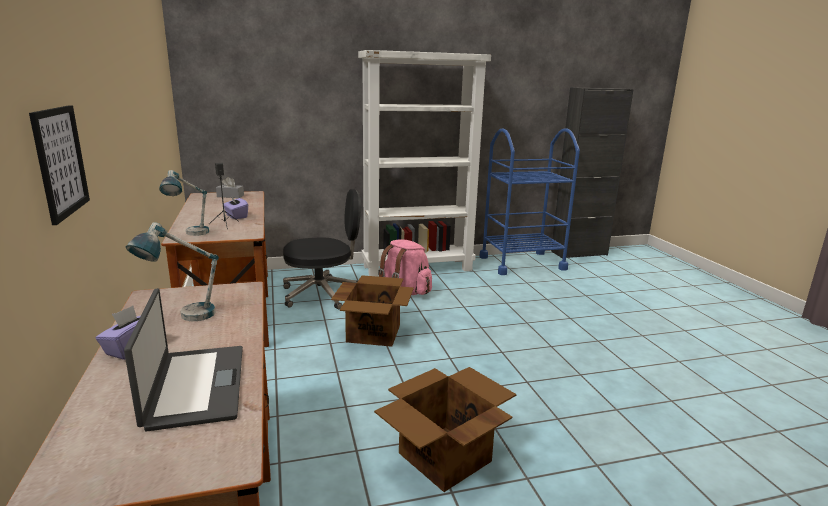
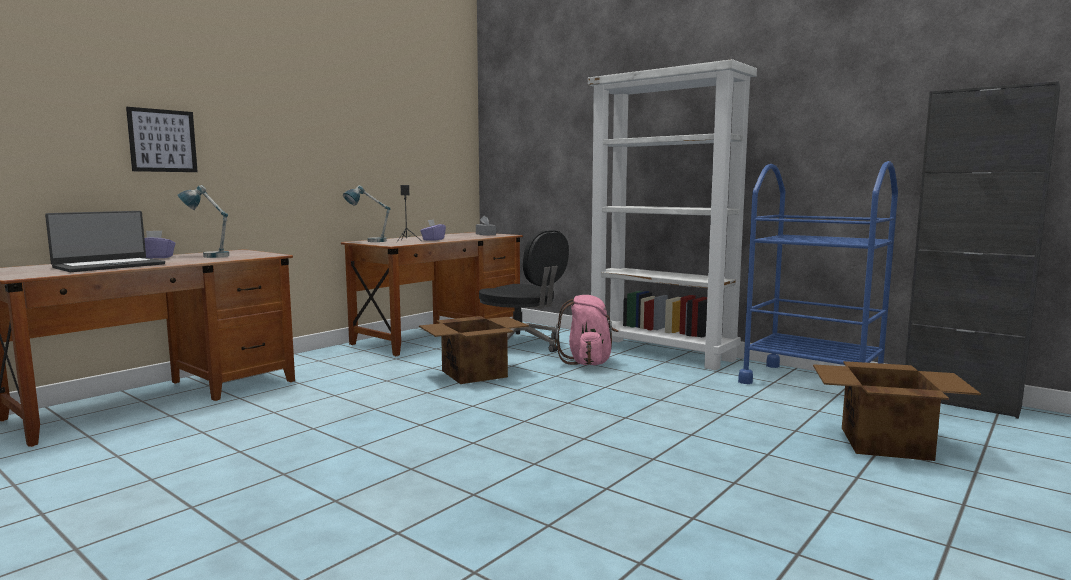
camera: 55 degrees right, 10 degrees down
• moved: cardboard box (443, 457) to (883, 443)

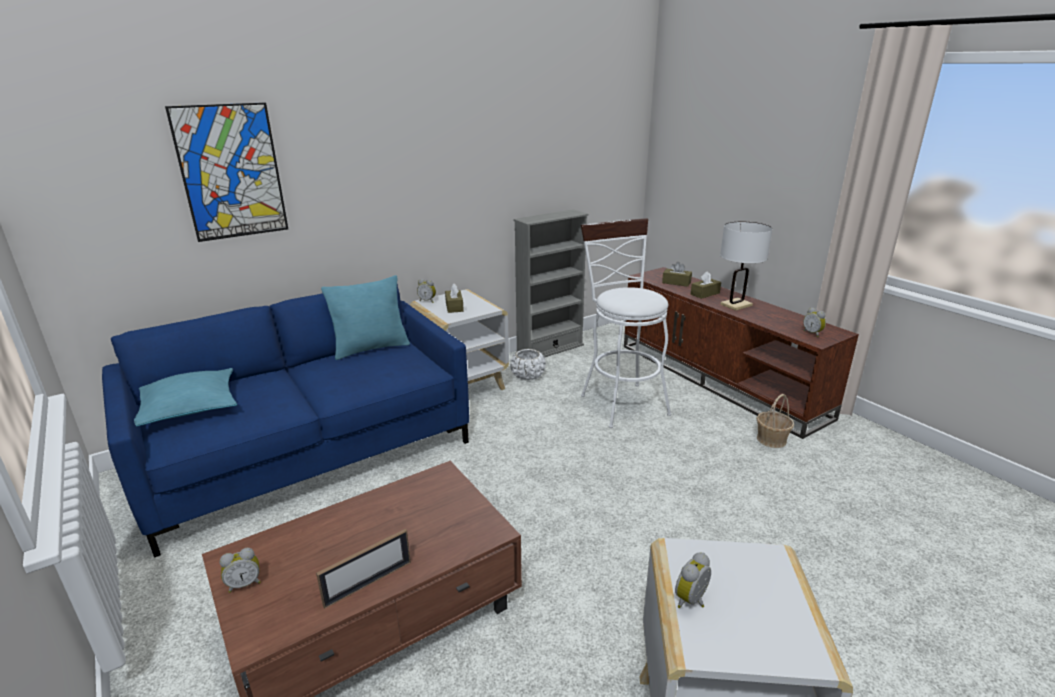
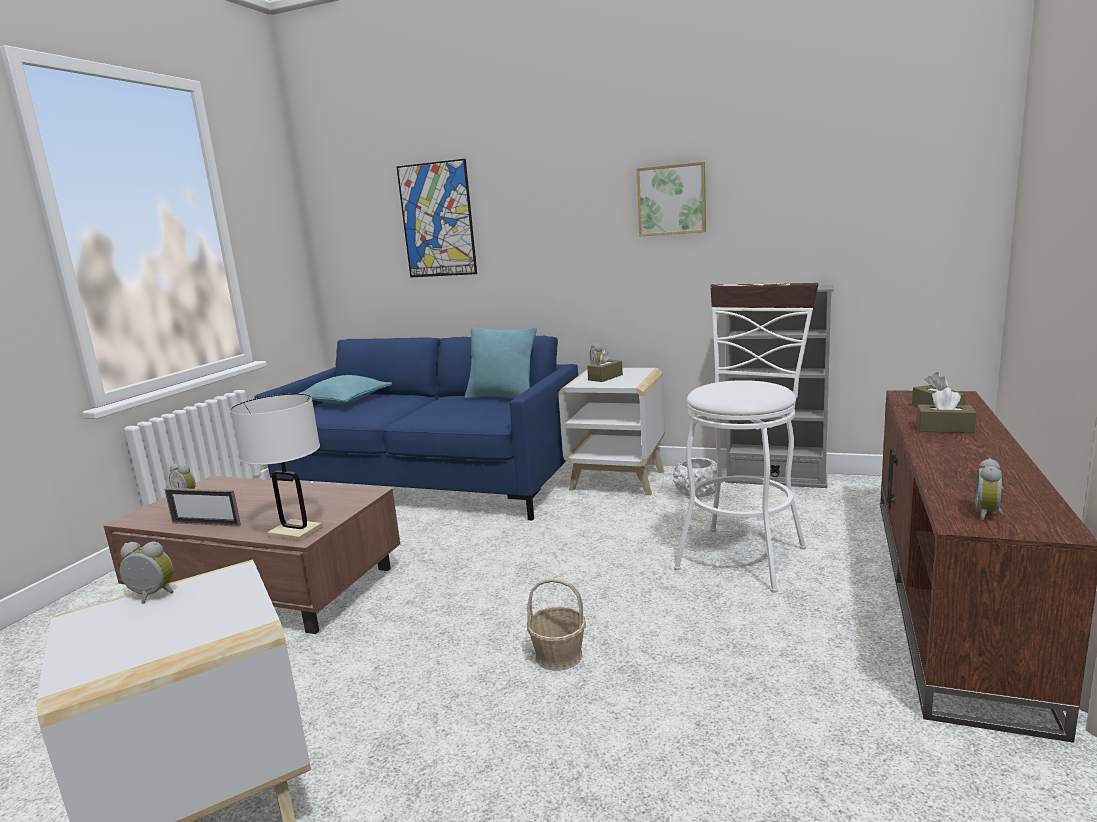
camera: 55 degrees right, 10 degrees down
• moved: white table lamp (736, 305) to (295, 532)
• moved: basket (771, 440) to (558, 655)
• added: picture (672, 200)

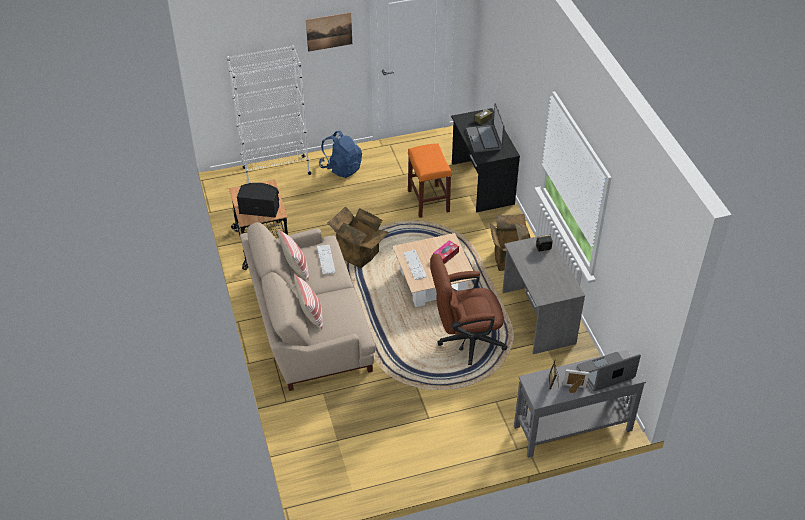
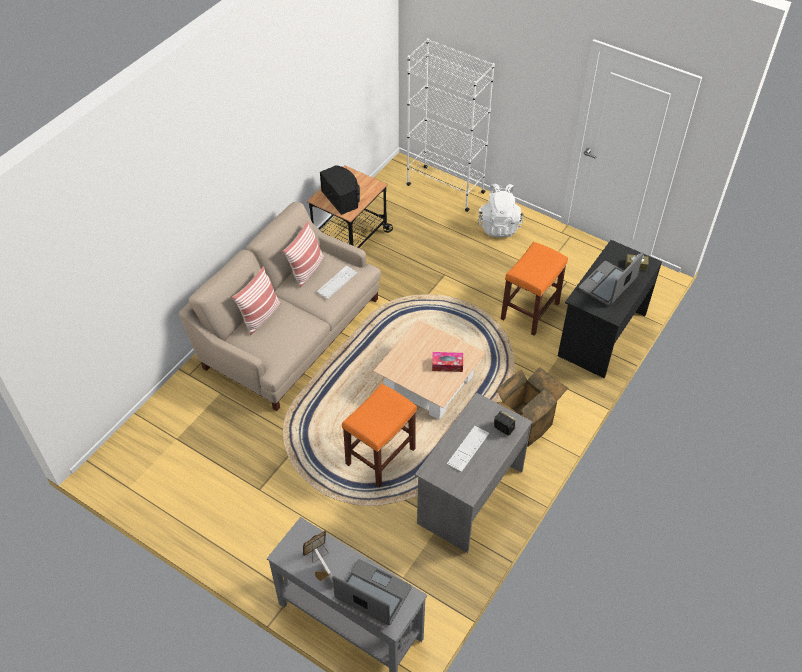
camera: 50 degrees right, 5 degrees up
• removed: picture (329, 31)
• recoloured: blue backpack (341, 168) to white backpack (499, 225)
• removed: cardboard box (360, 252)
• moved: keyboard (415, 265) to (468, 449)
• replaced: brown office chair (465, 340) to orange stool (380, 455)

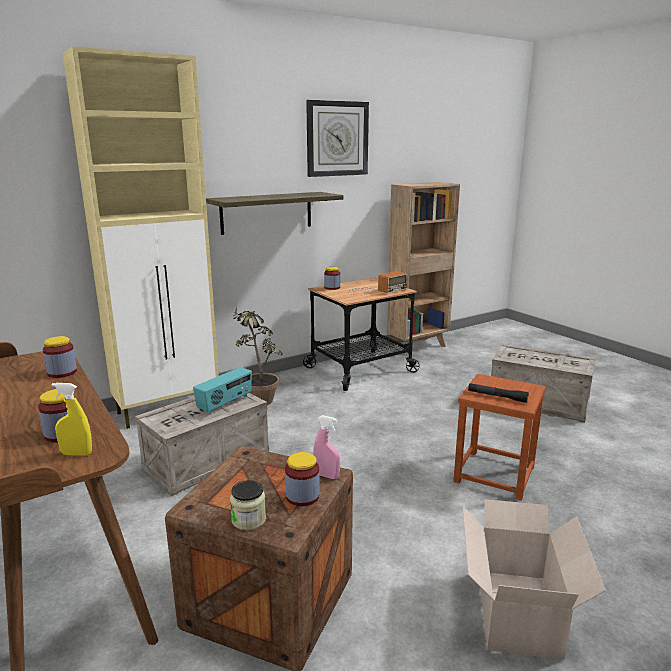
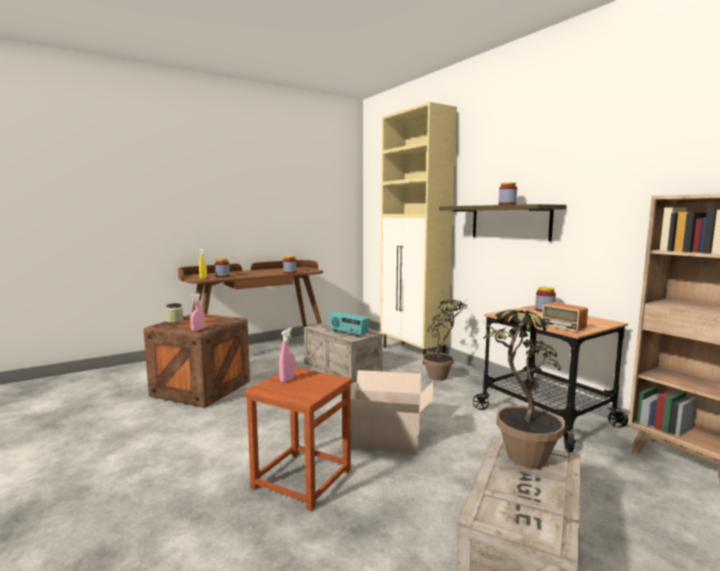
camera: 90 degrees right, 10 degrees down
• removed: wall clock (337, 139)
• replaced: black flashlight (497, 397) to pink spray bottle (287, 379)
• moved: jar (302, 496) to (507, 205)
• moved: cardboard box (517, 609) to (387, 438)
• added: potted plant (519, 462)

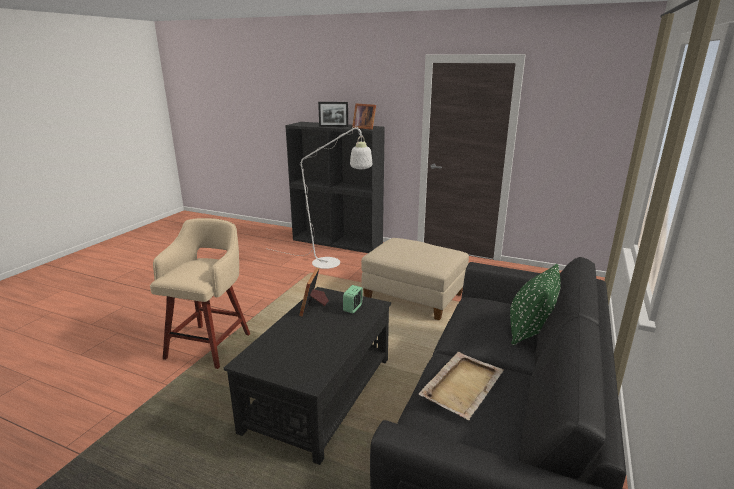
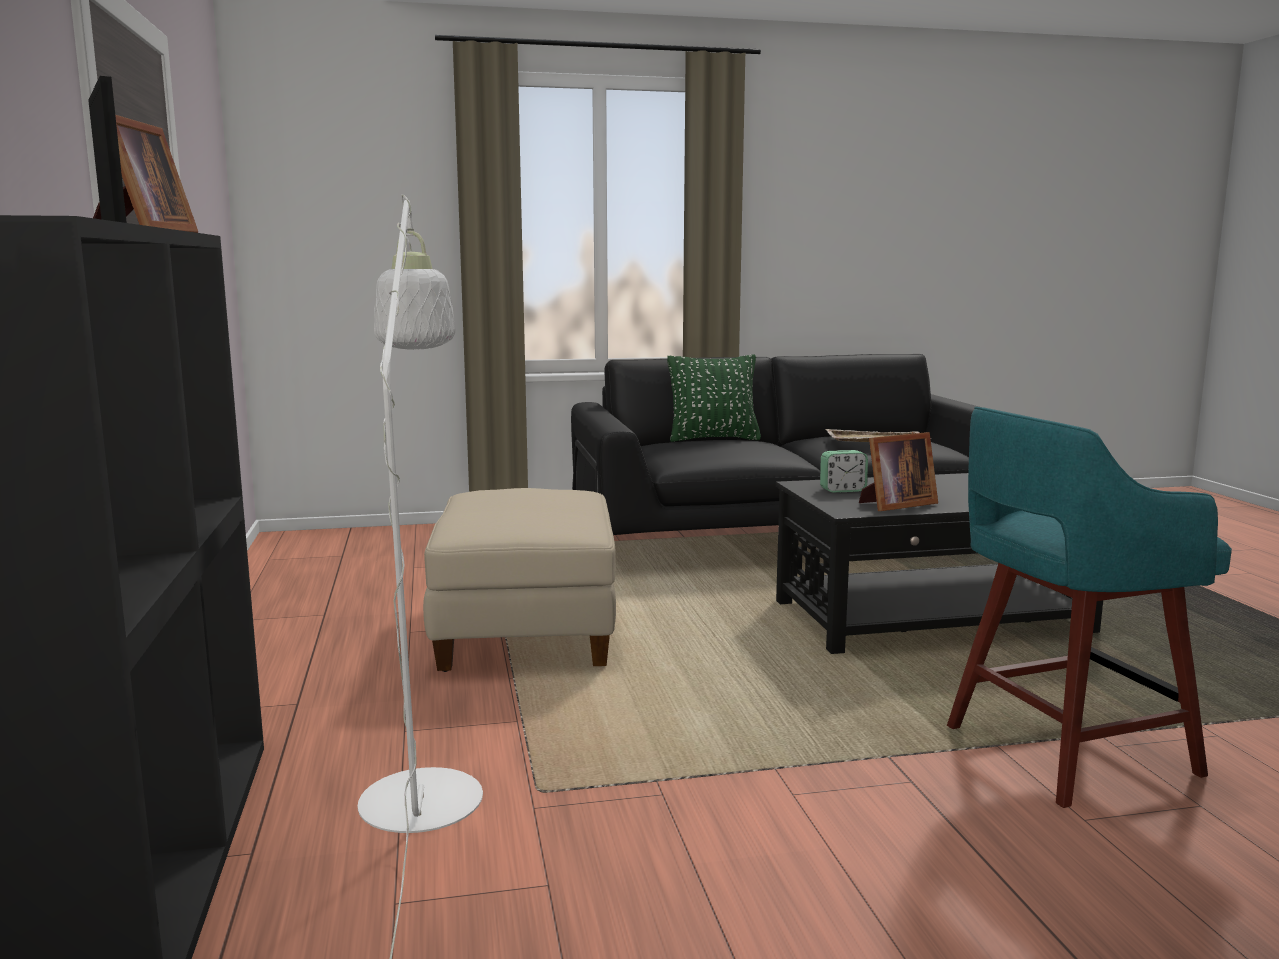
camera: 125 degrees left, 10 degrees down
• recoloured: beige stool (210, 344) to turquoise stool (1063, 751)

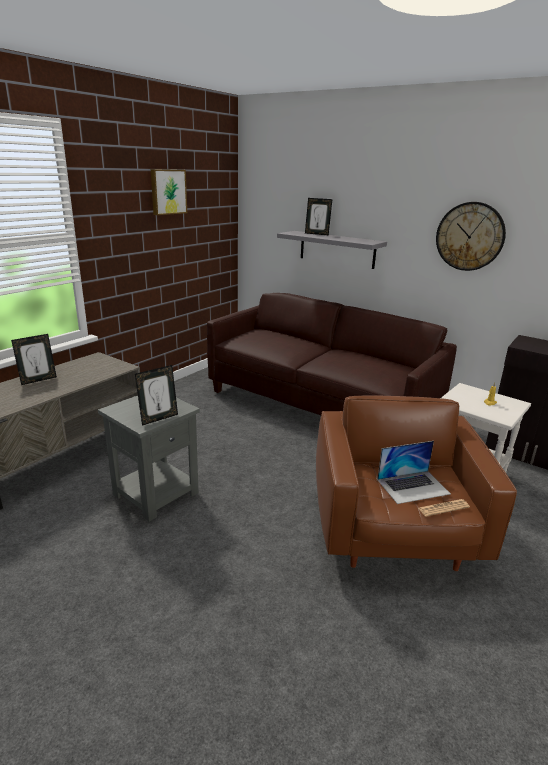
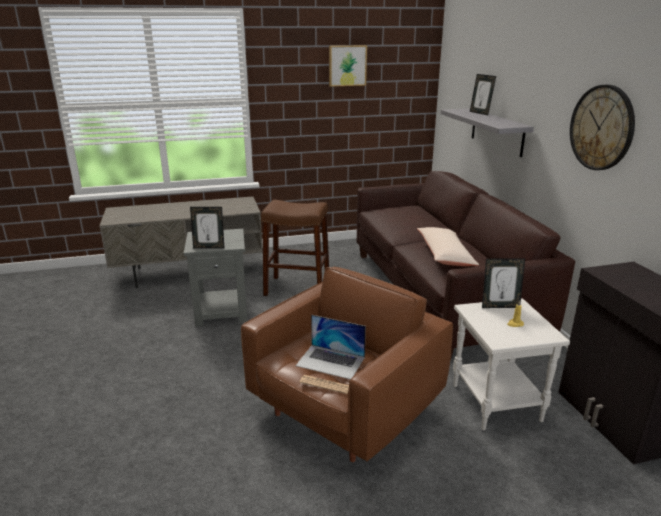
camera: 40 degrees right, 0 degrees up
• moved: picture frame (38, 380) to (499, 306)
• added: brown stool (297, 288)
• added: beige pillow (445, 255)

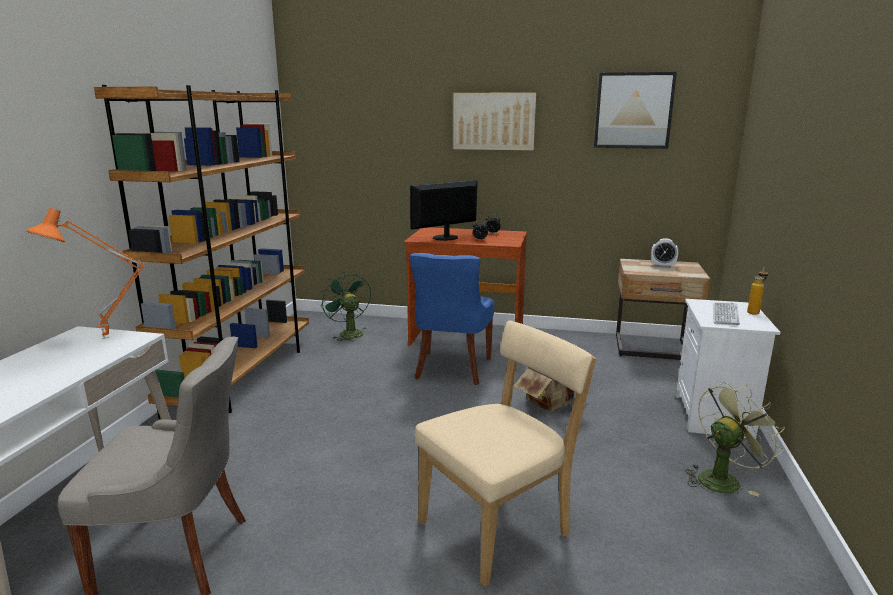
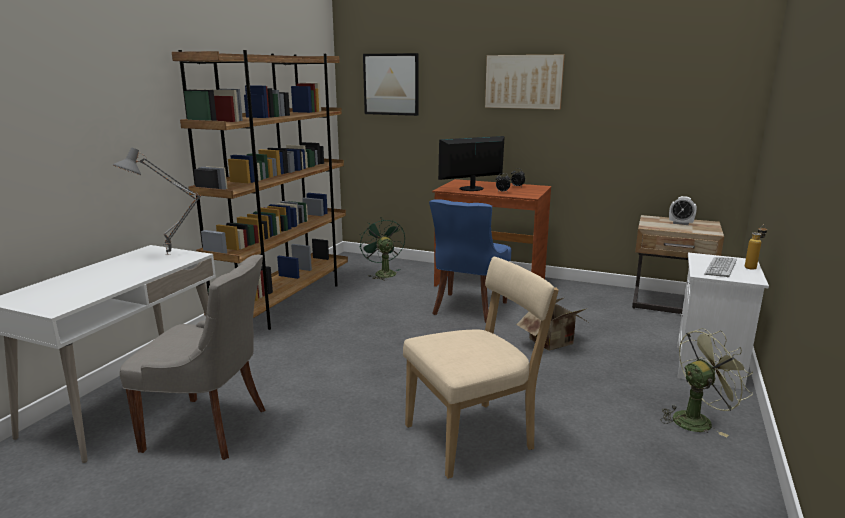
camera: 10 degrees right, 0 degrees up
• moved: picture (633, 110) to (391, 84)
• recoloured: orange table lamp (105, 339) to grey table lamp (168, 255)

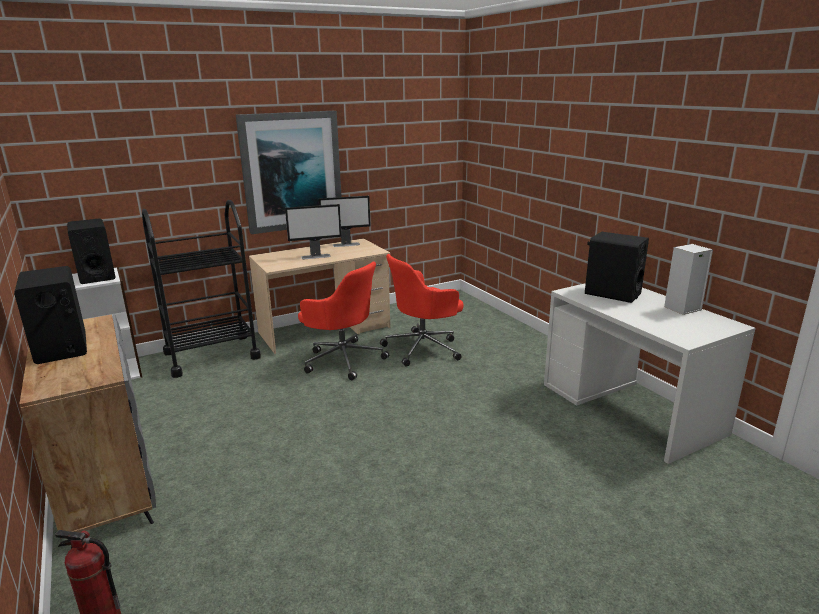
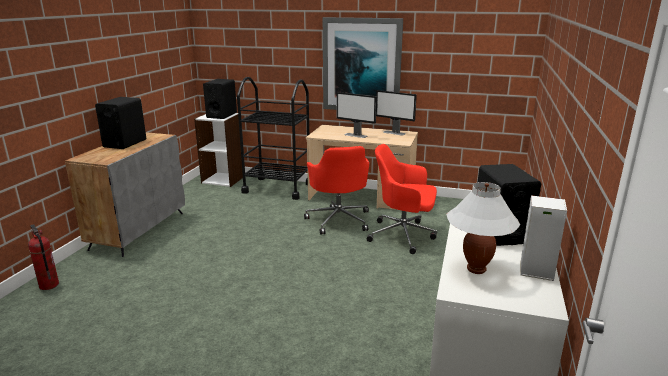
camera: 45 degrees right, 0 degrees up
• added: white table lamp (476, 269)

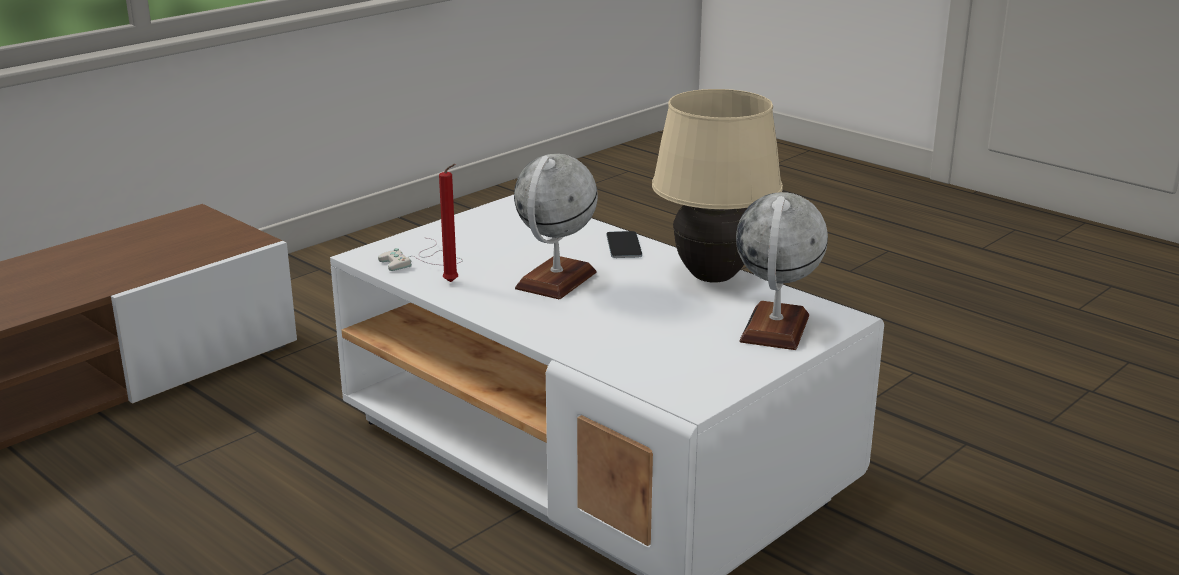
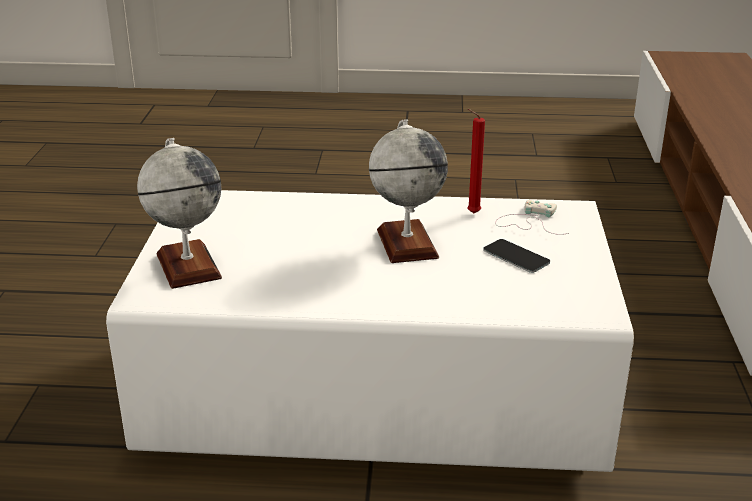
camera: 140 degrees right, 5 degrees up
• removed: beige table lamp (712, 277)
• moved: phone (624, 245) to (516, 256)

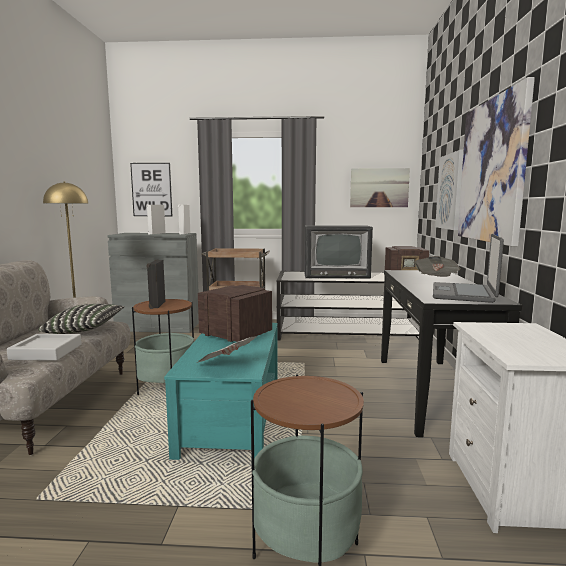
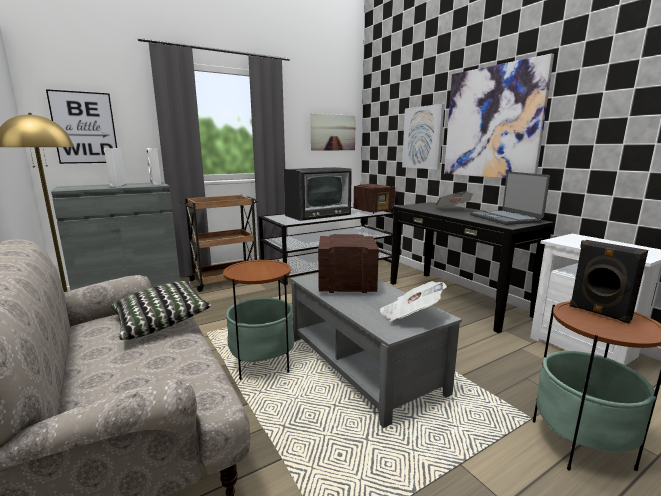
camera: 35 degrees left, 5 degrees up
• moved: black speaker (156, 305) to (599, 313)
• recoloured: turquoise coffee table (231, 414) to grey coffee table (361, 364)
• removed: grey tray (46, 352)

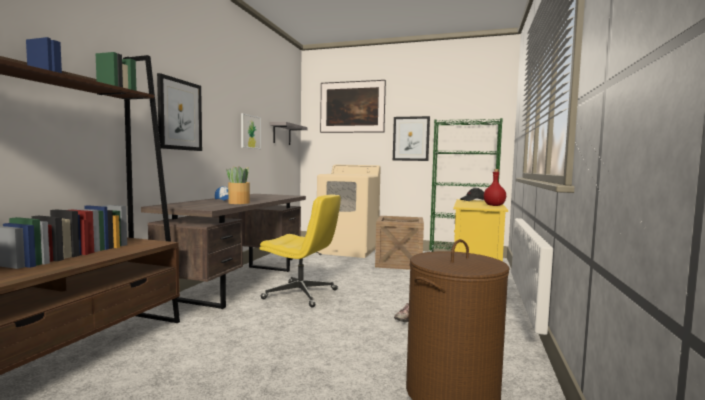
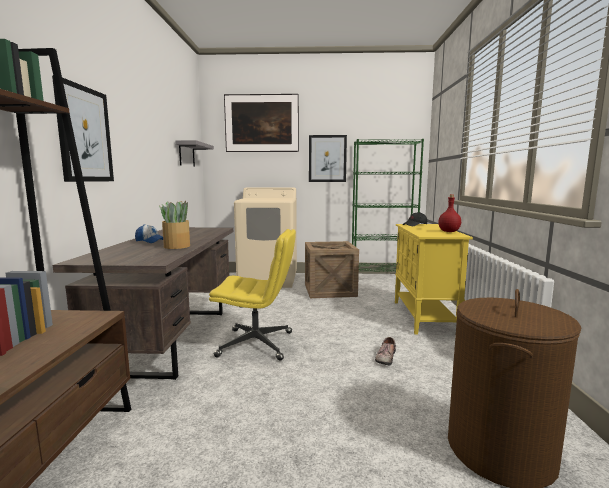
camera: 15 degrees left, 5 degrees up
• removed: picture (250, 132)

